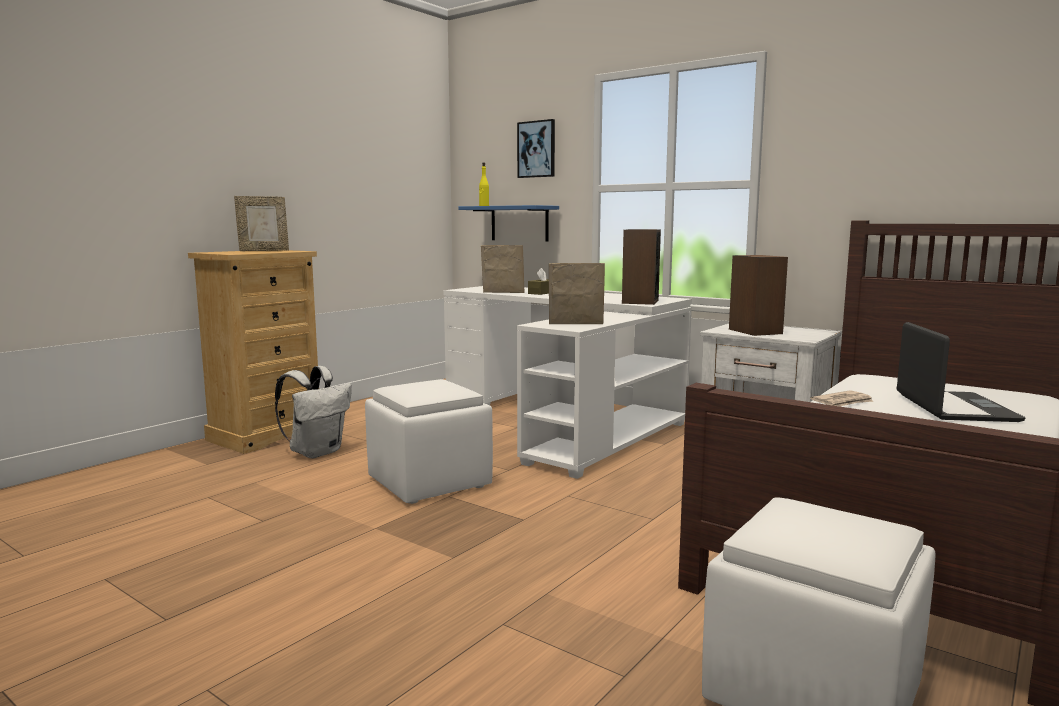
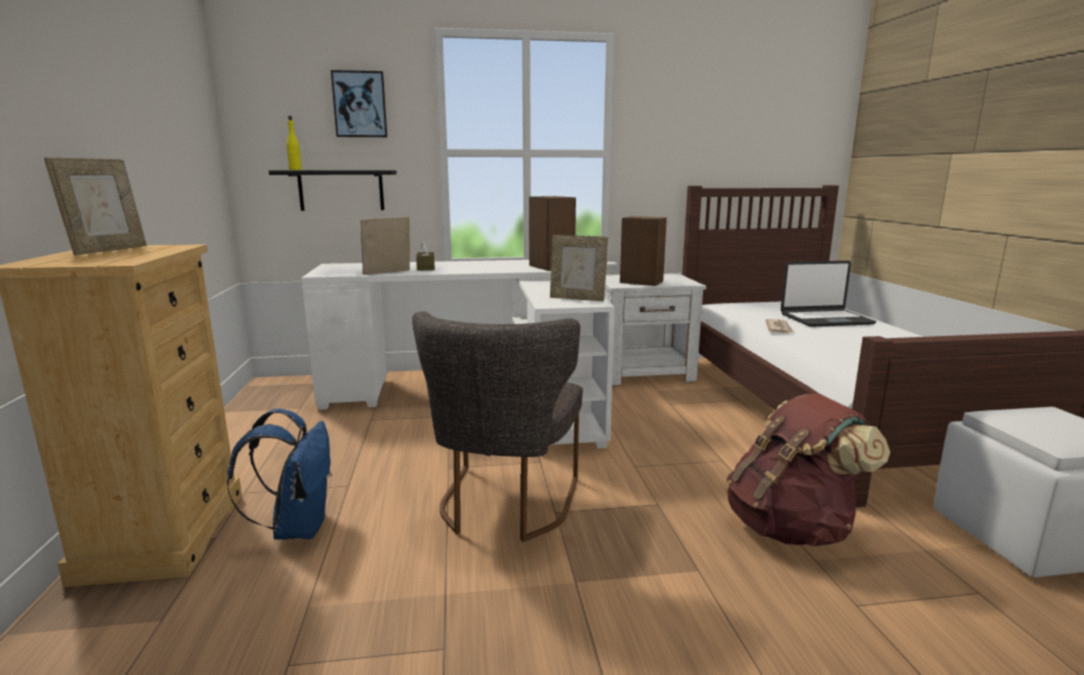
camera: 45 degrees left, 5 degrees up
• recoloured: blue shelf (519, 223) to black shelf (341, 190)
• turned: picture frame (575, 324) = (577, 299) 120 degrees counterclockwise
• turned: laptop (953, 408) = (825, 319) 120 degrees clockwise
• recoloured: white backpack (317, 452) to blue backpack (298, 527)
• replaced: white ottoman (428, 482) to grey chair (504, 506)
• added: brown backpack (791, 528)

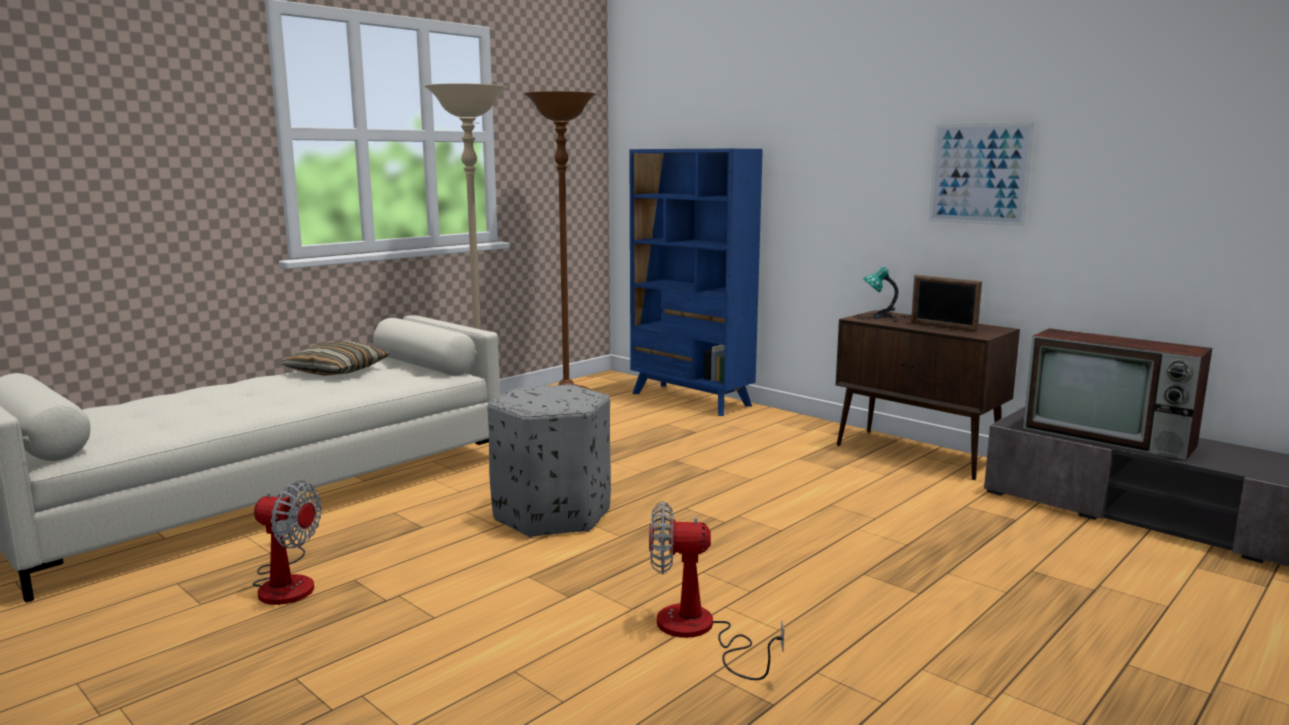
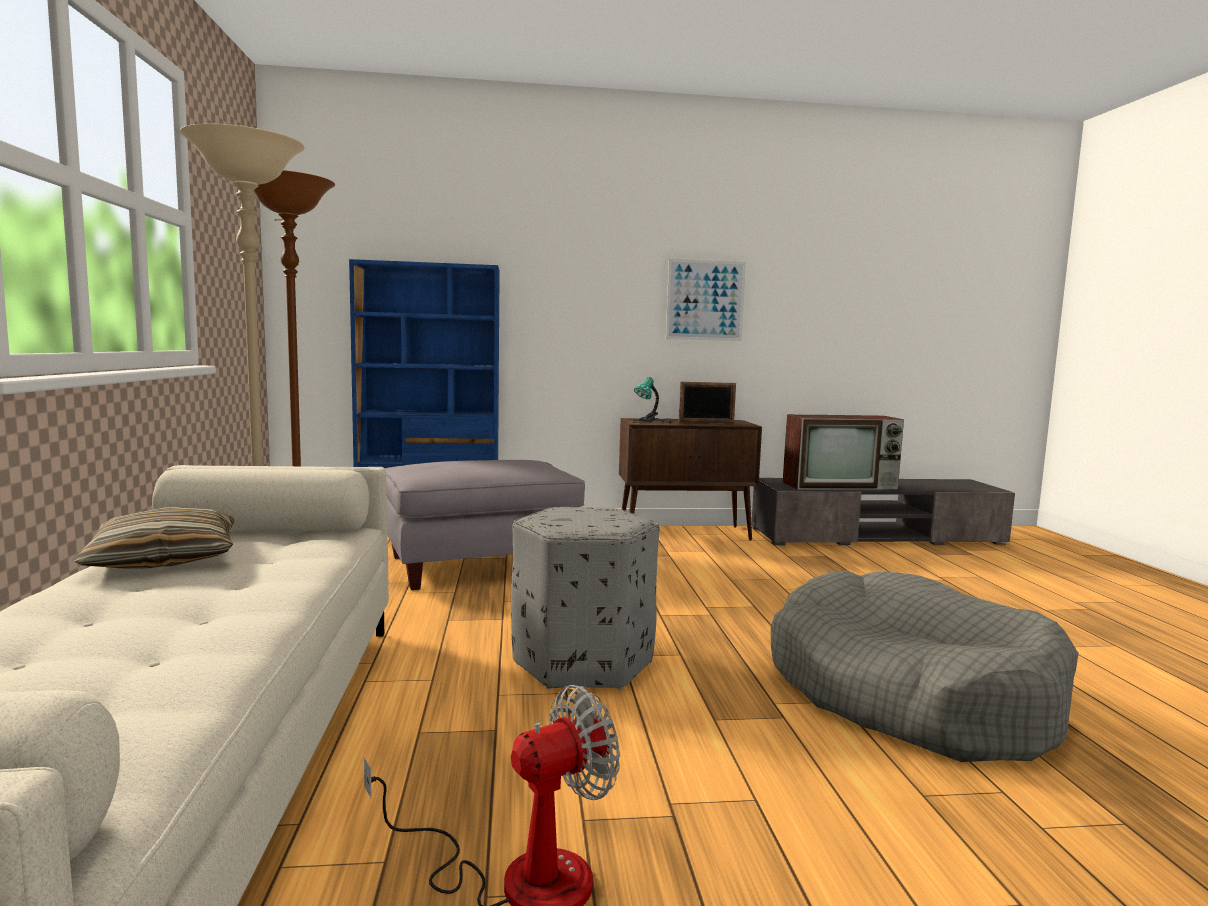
camera: 50 degrees left, 5 degrees down
• replaced: fan (698, 632) to grey dog bed (909, 693)
• added: grey ottoman (482, 564)

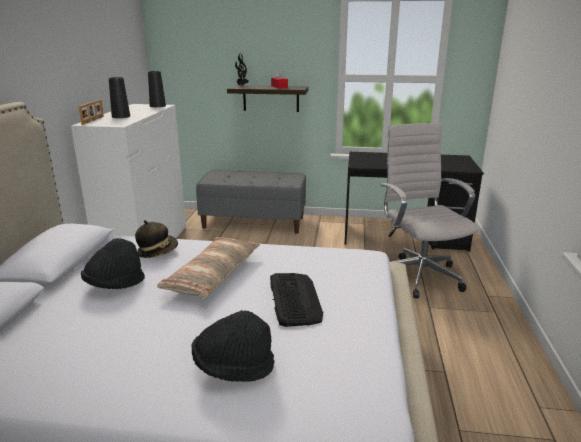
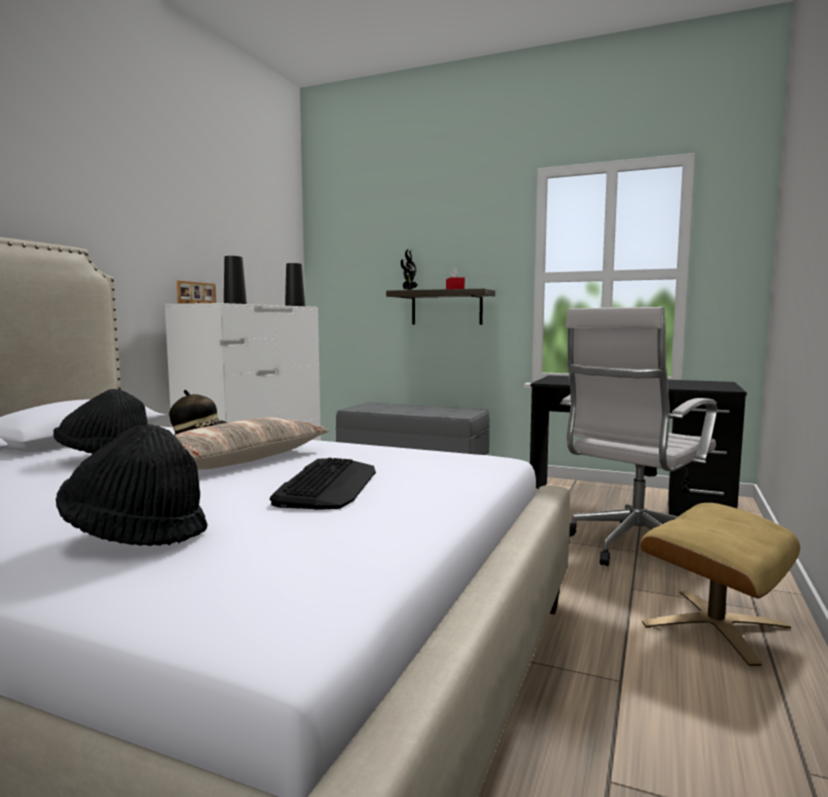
camera: 15 degrees right, 15 degrees down
• turned: white office chair (418, 275) = (632, 548) 135 degrees counterclockwise
• added: beige ottoman (714, 625)

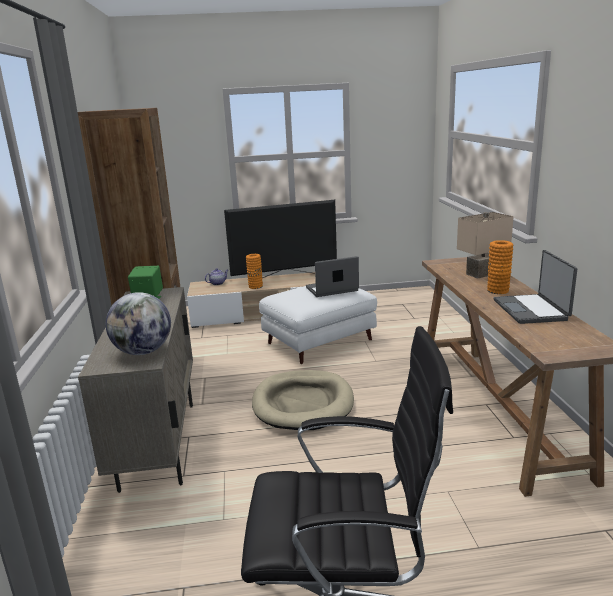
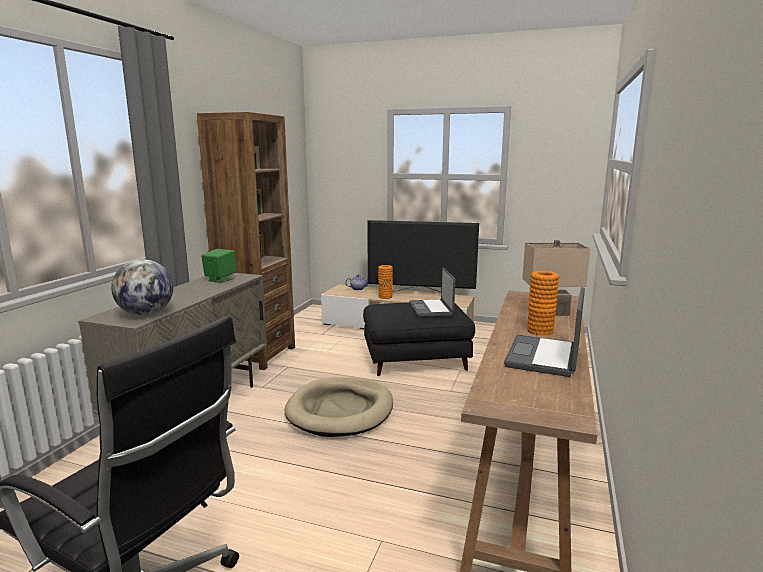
camera: 25 degrees right, 5 degrees down
• turned: laptop (332, 290) = (431, 309) 105 degrees counterclockwise
• recoloured: white ottoman (319, 342) to black ottoman (416, 360)

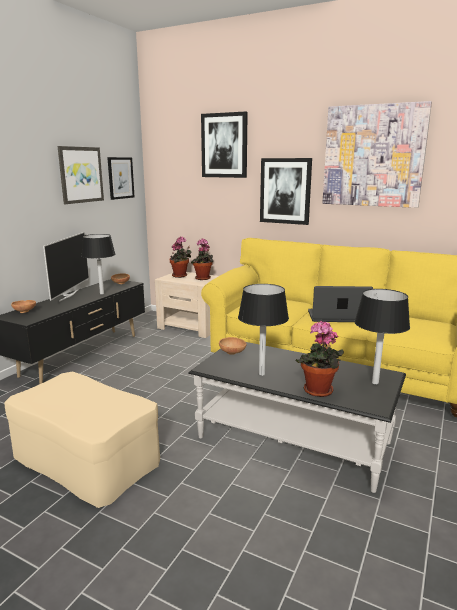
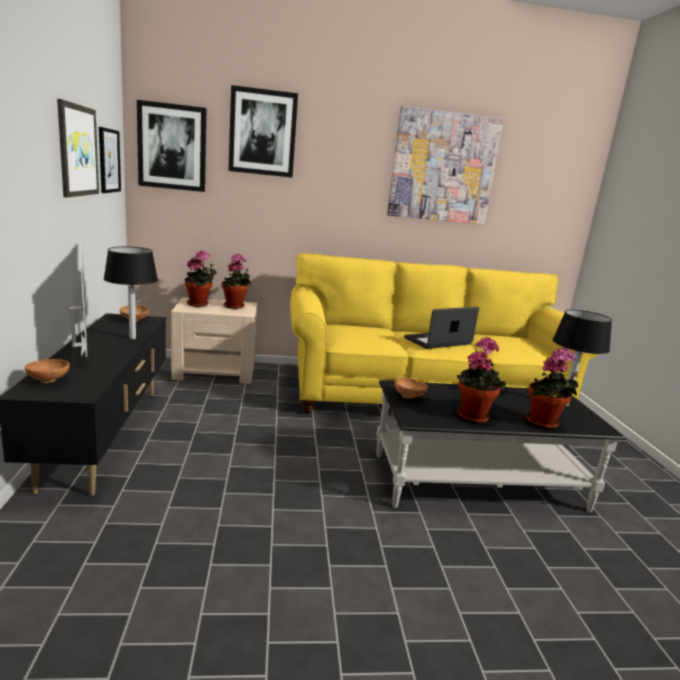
camera: 35 degrees left, 0 degrees up
• moved: picture (285, 191) to (172, 147)
• replaced: black table lamp (262, 374) to potted plant (472, 415)
• removed: beige ottoman (87, 459)

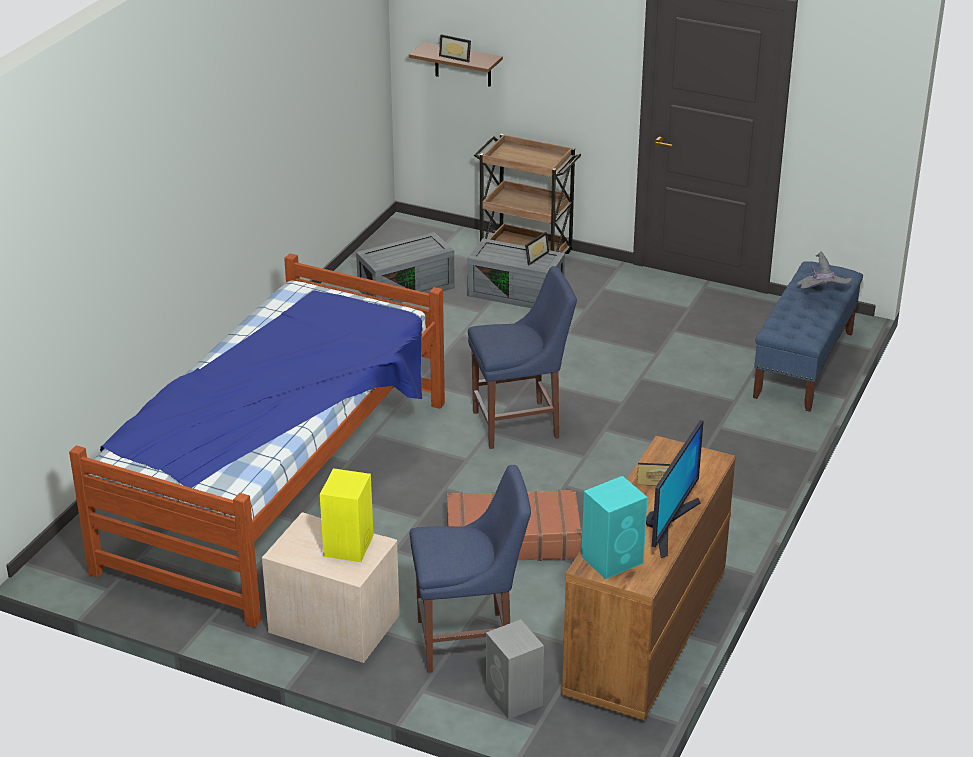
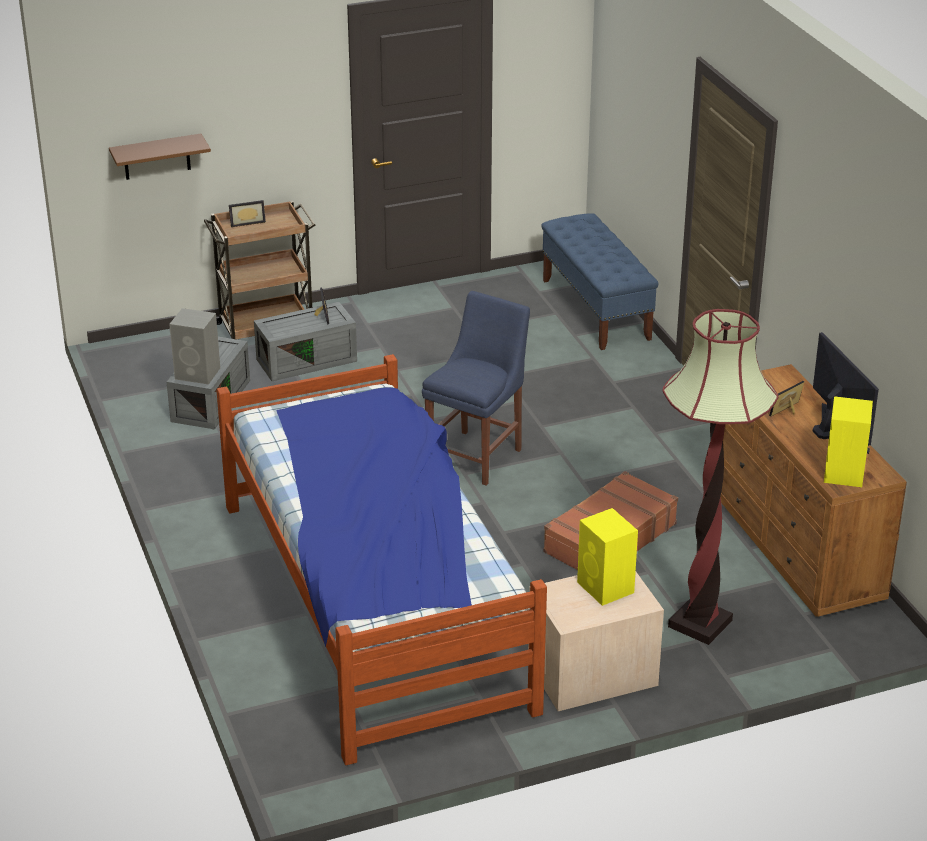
camera: 45 degrees left, 0 degrees up
• moved: picture frame (456, 57) to (247, 222)
• removed: grey hat (821, 296)
• replaced: blue chair (470, 641) to floor lamp (700, 624)
• recoloured: turquoise speaker (613, 559) to yellow speaker (844, 472)
• moved: grey speaker (515, 699) to (198, 373)

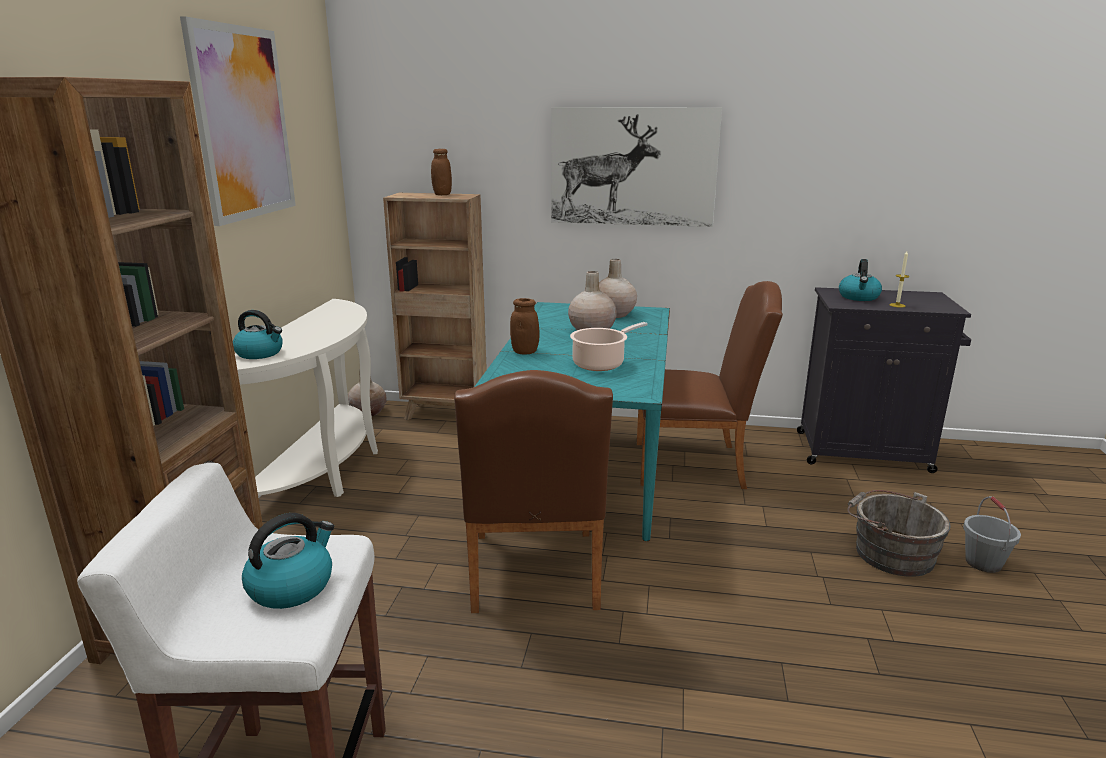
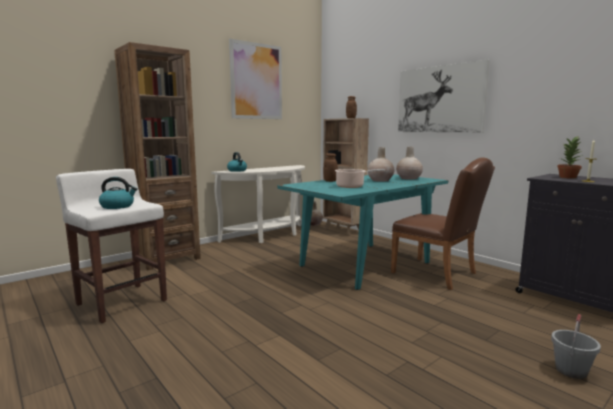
camera: 40 degrees right, 10 degrees down
• replaced: kettle (859, 297) to potted plant (568, 177)
• removed: brown chair (534, 577)
• removed: grey bucket (889, 552)

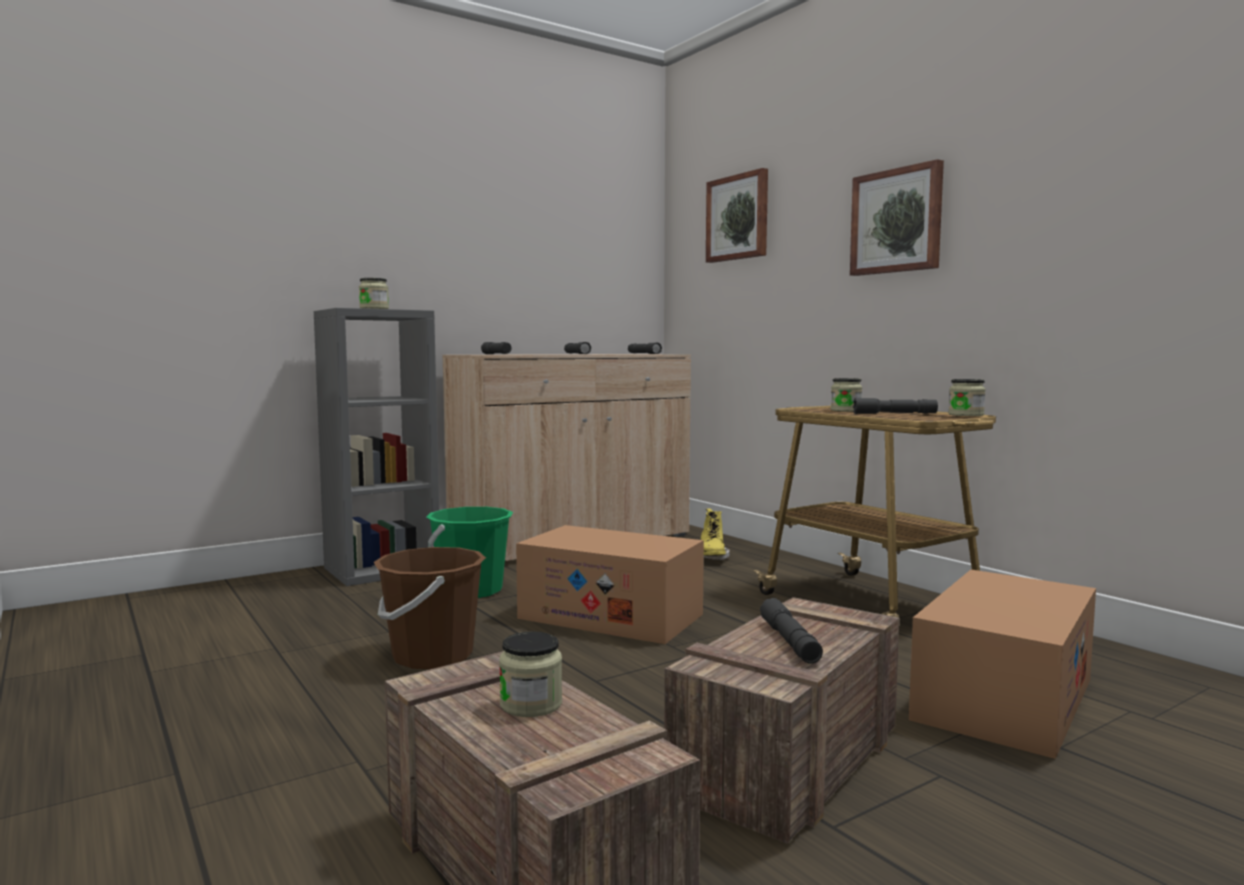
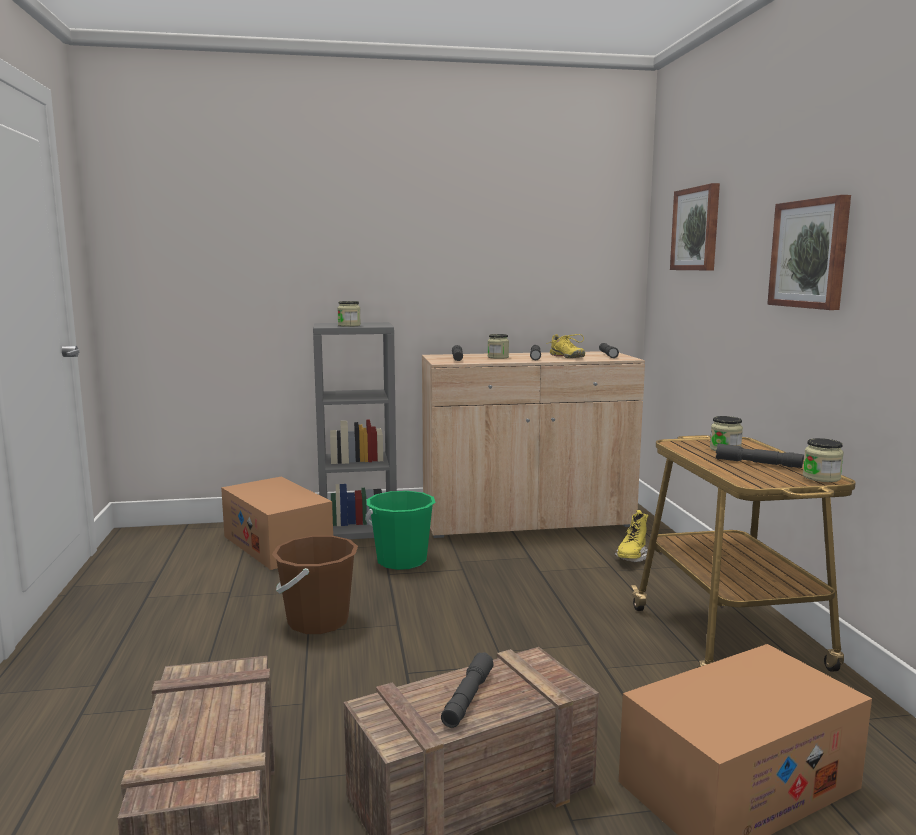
camera: 25 degrees right, 5 degrees up
• moved: cardboard box (610, 616) to (277, 544)
• moved: jar (531, 704) to (498, 357)
• added: yellow shoe (566, 357)

